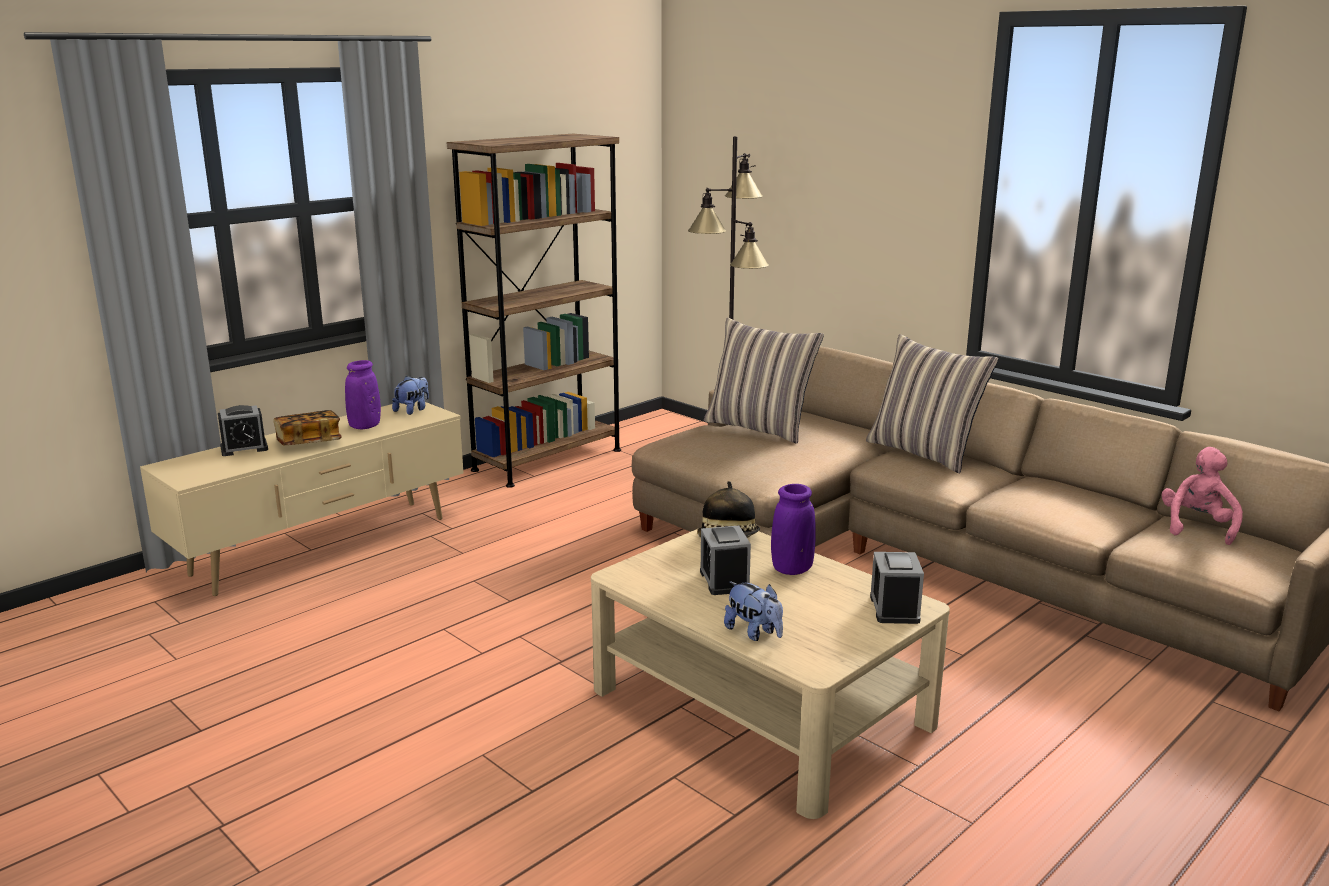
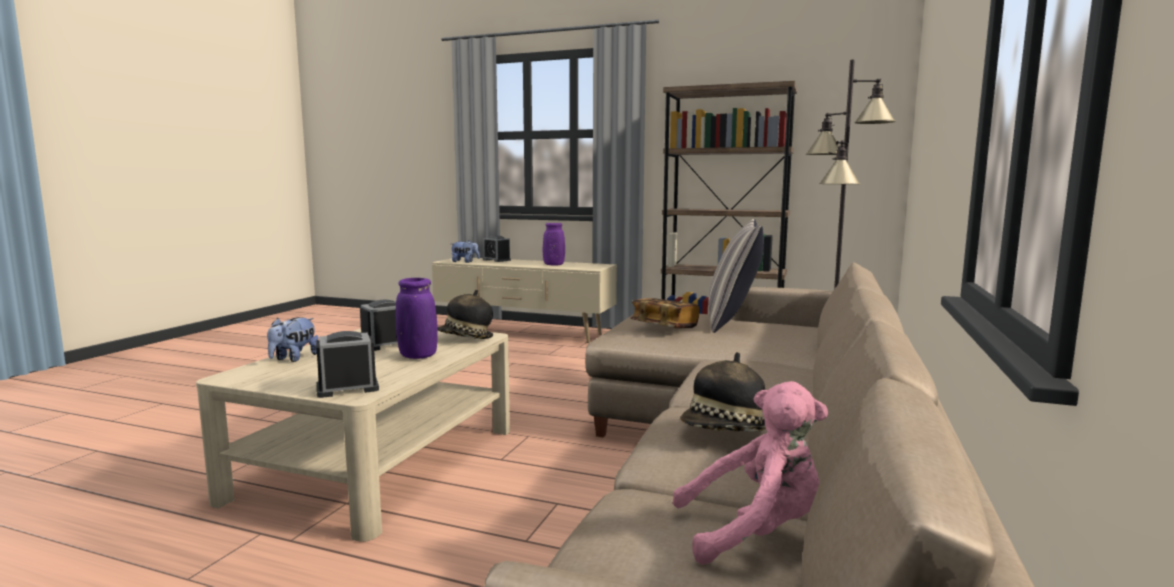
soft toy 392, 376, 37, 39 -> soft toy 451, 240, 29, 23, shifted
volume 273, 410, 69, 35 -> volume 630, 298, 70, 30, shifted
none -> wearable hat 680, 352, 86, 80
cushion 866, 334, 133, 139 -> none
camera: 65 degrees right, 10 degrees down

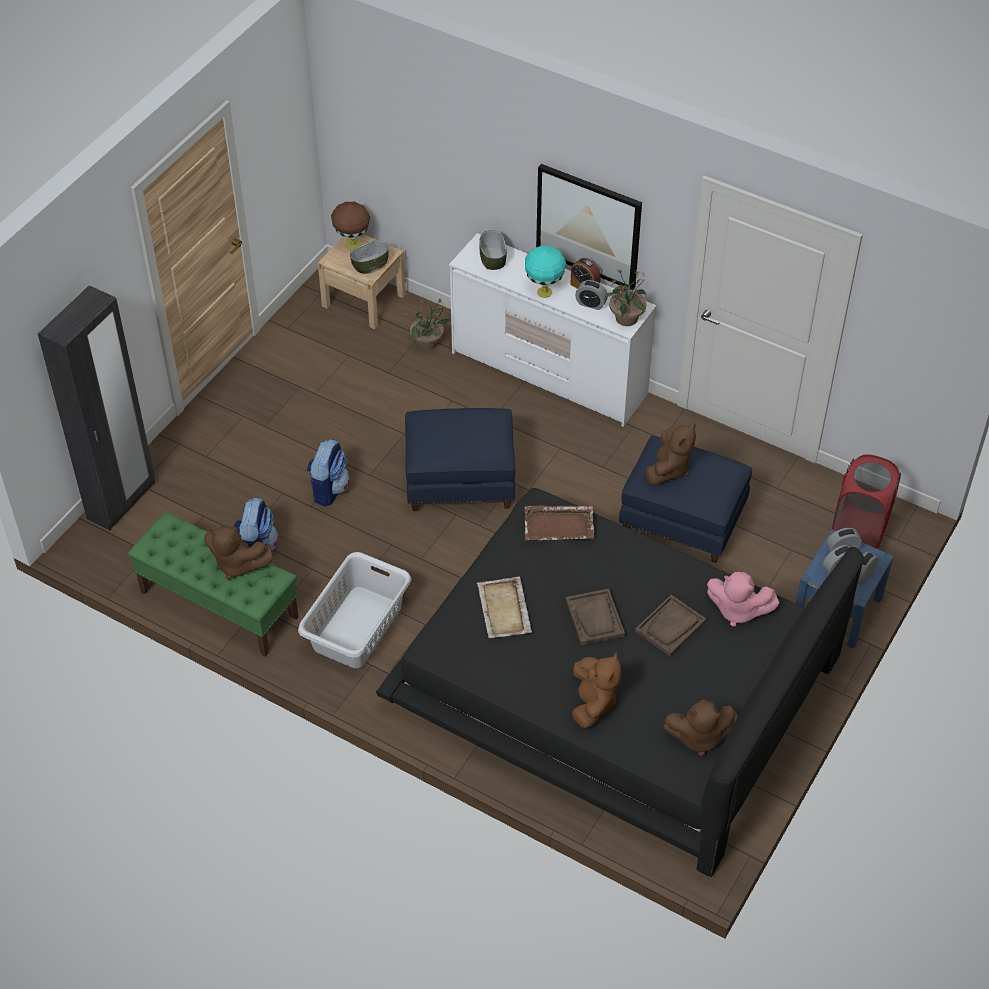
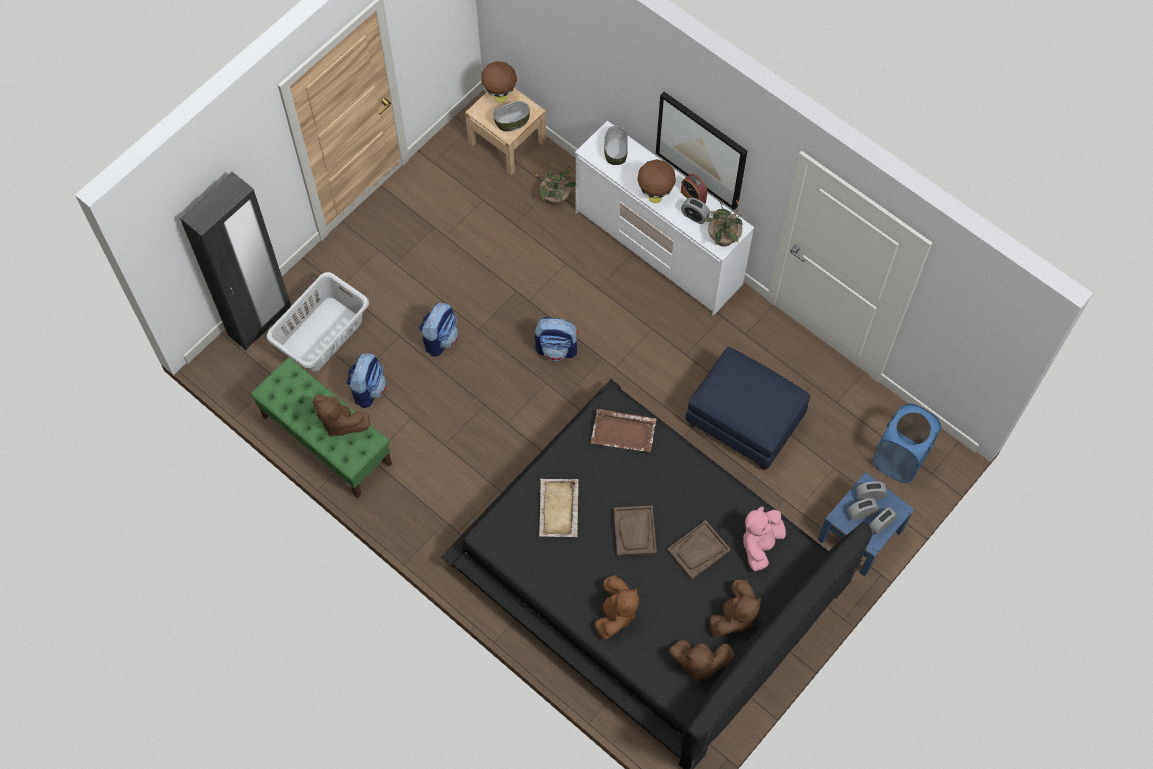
grey laundry basket 298, 552, 113, 116 -> grey laundry basket 266, 272, 103, 100, shifted
blue pouffe 405, 408, 110, 103 -> knapsack 535, 317, 44, 44
blue-green lamp for a table 525, 245, 41, 53 -> brown-coloured lamp for a table 637, 159, 39, 44
brown-coloured soft toy 645, 424, 51, 61 -> brown-coloured soft toy 710, 580, 51, 57, shifted
pink soft toy 707, 572, 73, 54 -> pink soft toy 743, 506, 43, 65, 90 degrees clockwise
red laundry basket 832, 454, 69, 95 -> blue laundry basket 873, 403, 69, 80
camera: 10 degrees right, 15 degrees up

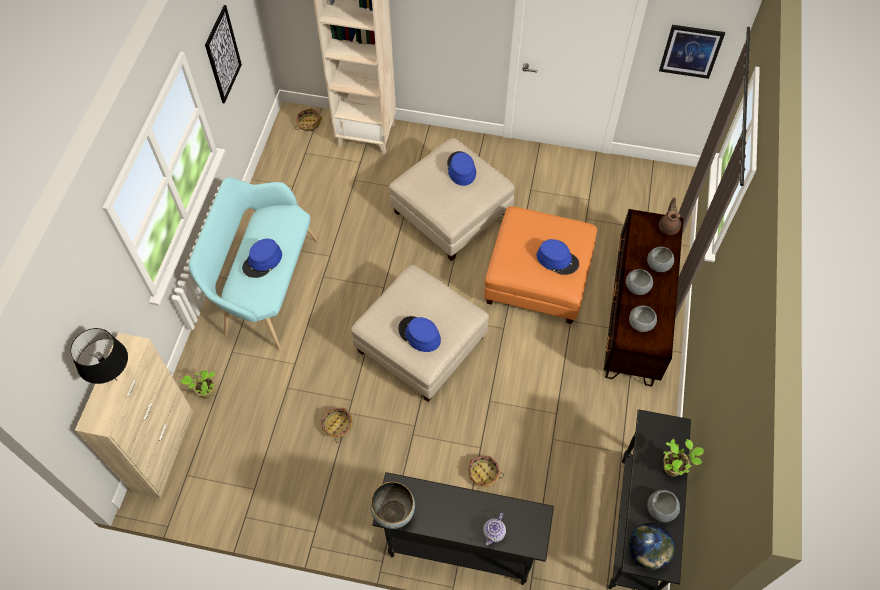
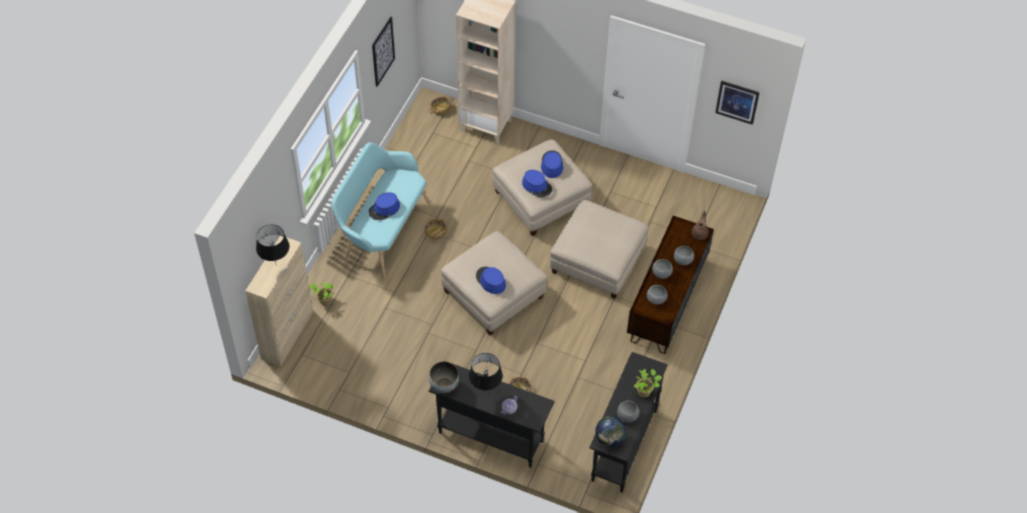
storage basket 321, 408, 32, 35 -> storage basket 424, 219, 23, 23, shifted
none -> black lamp for a table 469, 353, 34, 37
blue wearable hat 537, 239, 42, 36 -> blue wearable hat 522, 170, 30, 27, shifted
orangey pouffe 484, 206, 113, 118 -> beige pouffe 550, 200, 98, 99
camera: 10 degrees right, 5 degrees down

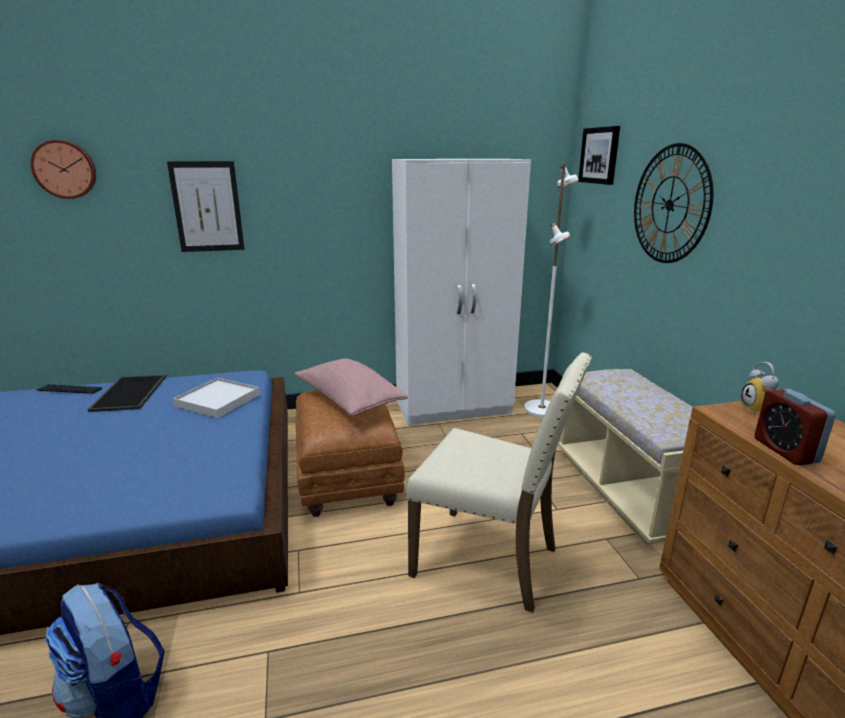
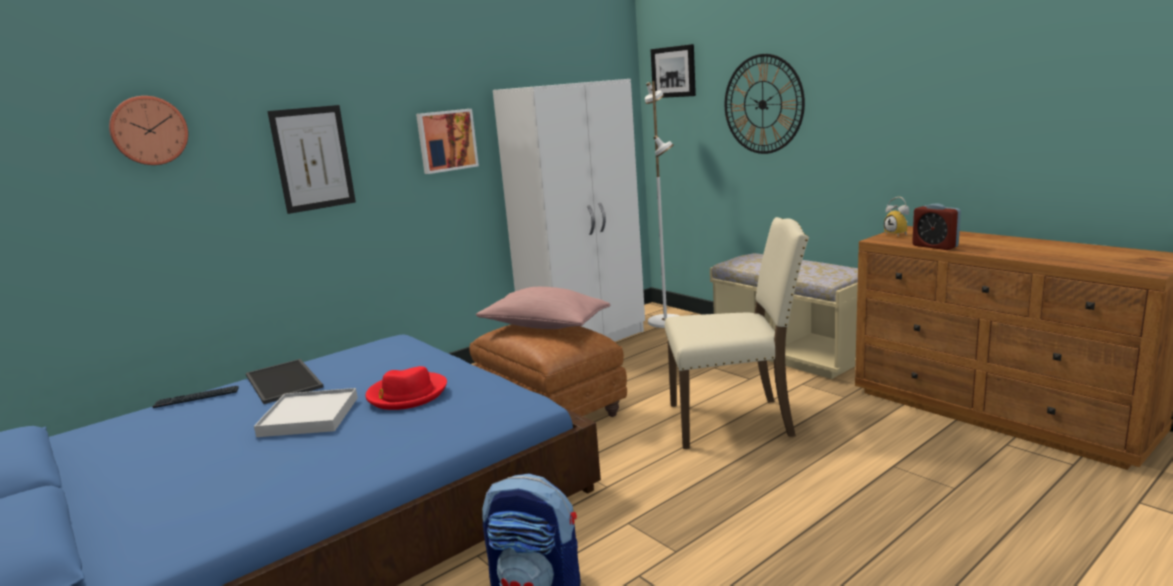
white carrying tray 173, 378, 87, 40 -> white carrying tray 254, 388, 104, 49, shifted
none -> red wearable hat 365, 366, 82, 44
none -> picture 416, 109, 63, 65
camera: 25 degrees left, 5 degrees down

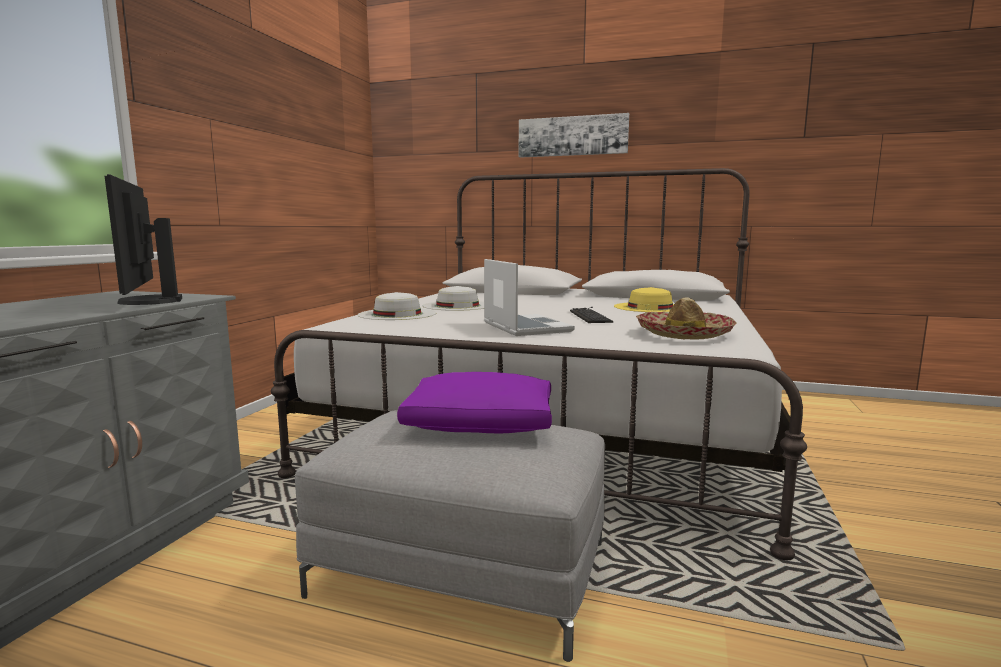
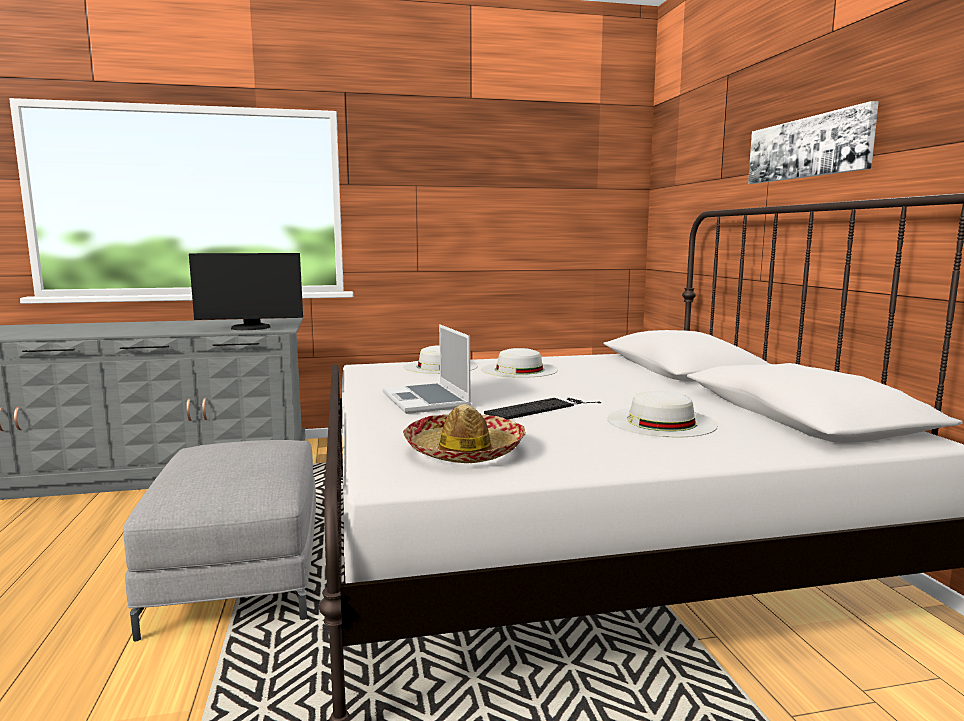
computer screen 105, 174, 77, 131 -> computer screen 189, 253, 114, 77, 135 degrees counterclockwise
portable computer 484, 259, 91, 77 -> portable computer 383, 324, 88, 90, 120 degrees clockwise
yellow-coloured wearable hat 614, 287, 60, 25 -> white wearable hat 607, 391, 111, 46
purplish cushion 397, 372, 155, 61 -> none
camera: 60 degrees right, 0 degrees up

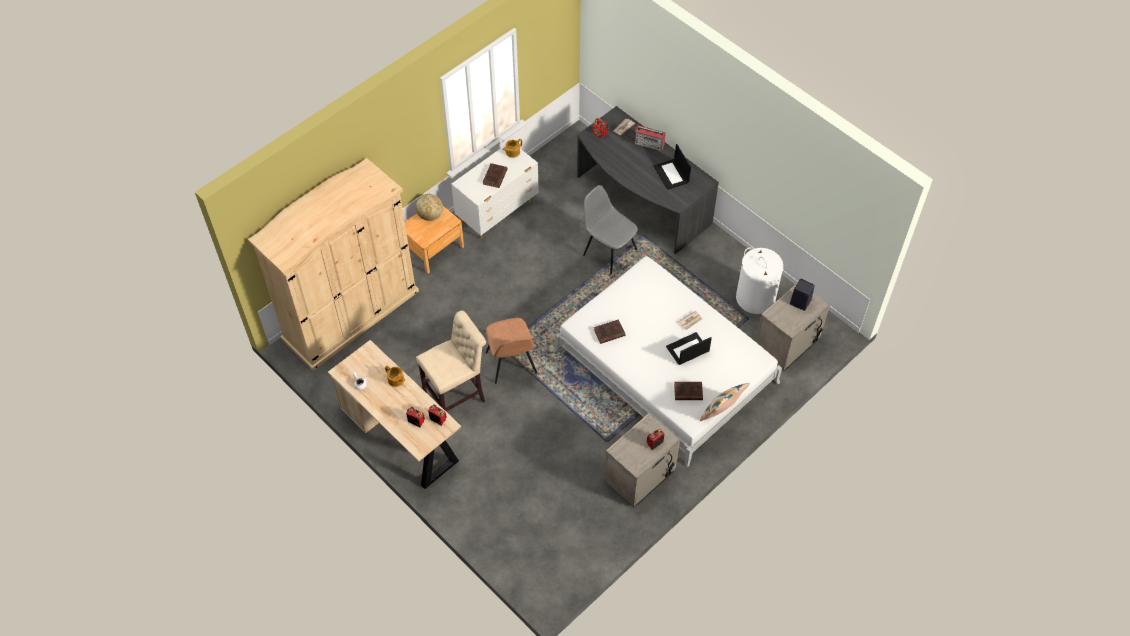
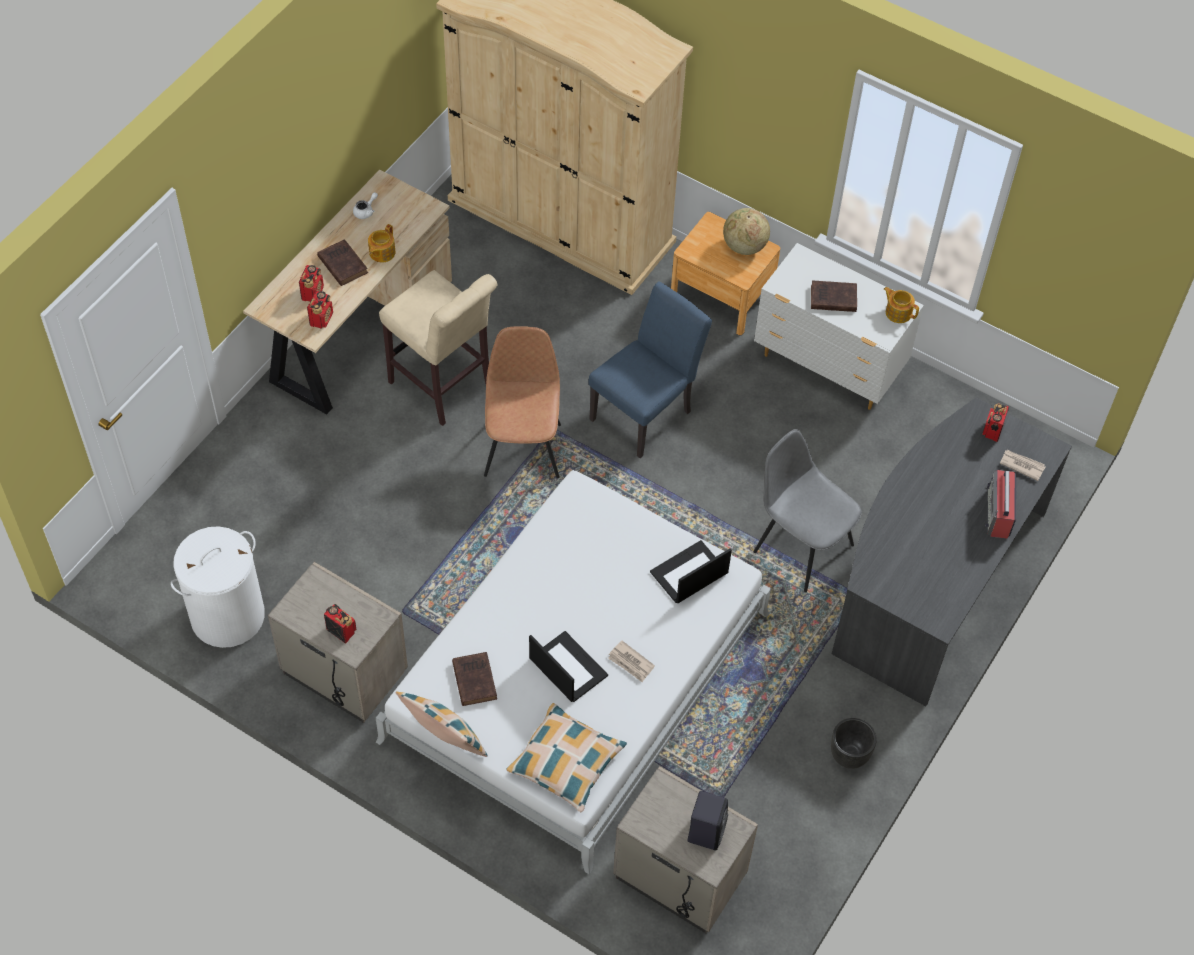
white laundry basket 736, 247, 47, 67 -> white laundry basket 171, 526, 94, 122, shifted
brown-coloured volume 594, 319, 32, 25 -> brown-coloured volume 317, 239, 51, 47, shifted
brown-coloured chair 486, 318, 51, 66 -> brown-coloured chair 484, 326, 77, 152, 120 degrees clockwise
none -> cushion 506, 703, 121, 110
none -> blue chair 588, 281, 124, 177
portable computer 654, 144, 37, 46 -> portable computer 650, 540, 82, 63, shifted
grey chair 583, 185, 55, 89 -> grey chair 753, 429, 109, 163, 75 degrees counterclockwise
none -> black flower pot 831, 718, 46, 51
camera: 75 degrees right, 0 degrees up

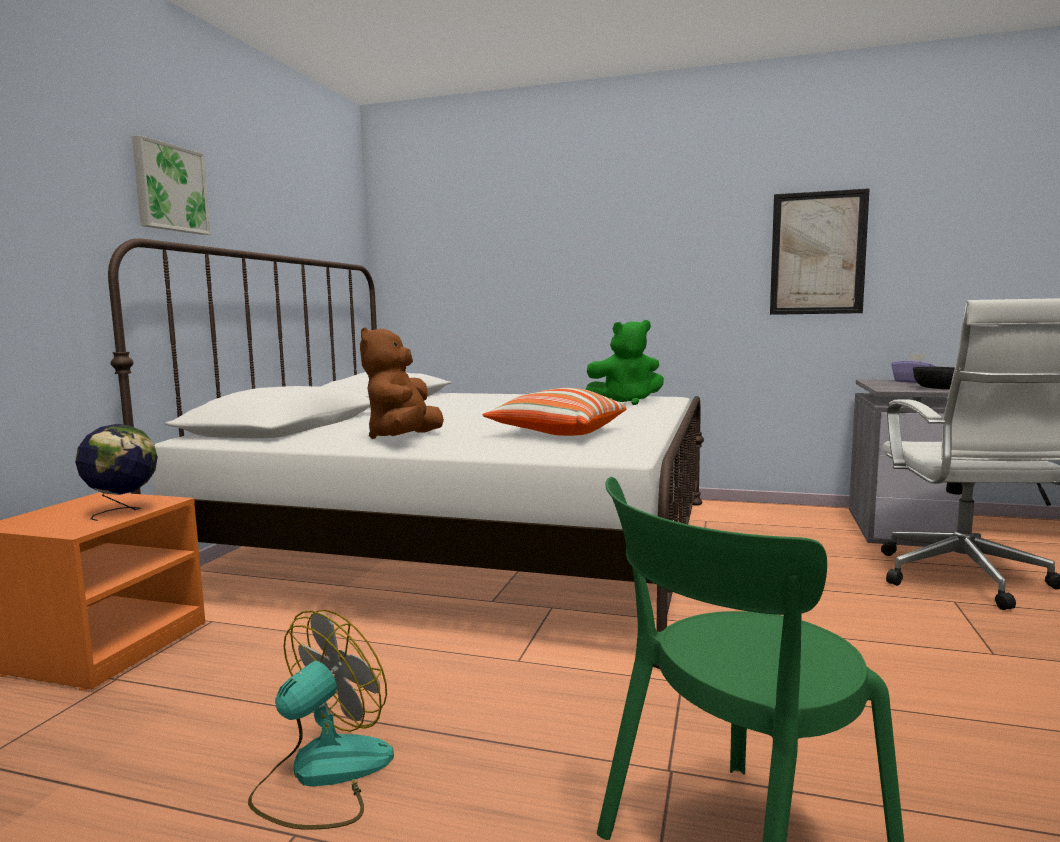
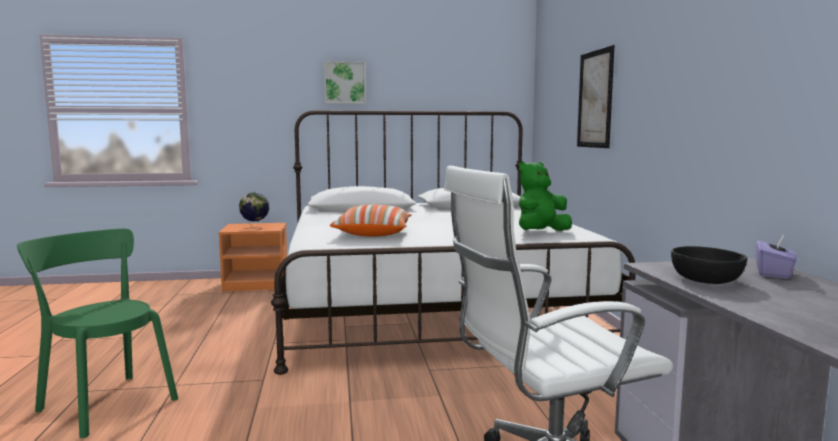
green-coloured soft toy 586, 320, 78, 85 -> green-coloured soft toy 519, 161, 53, 70, 90 degrees clockwise
picture 770, 188, 100, 127 -> picture 577, 45, 37, 103, shifted
electric fan 248, 610, 146, 220 -> none
brown-coloured soft toy 360, 327, 84, 112 -> none
camera: 65 degrees right, 0 degrees up

